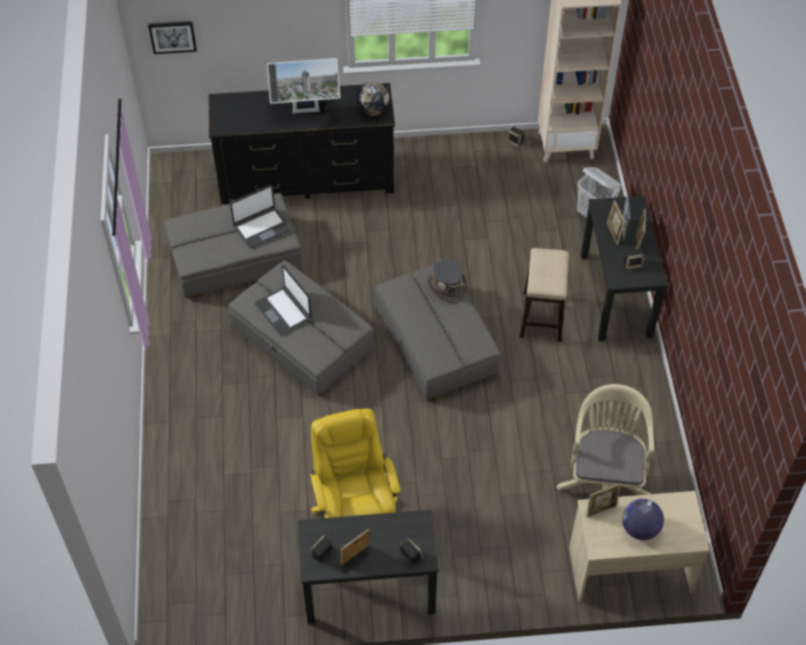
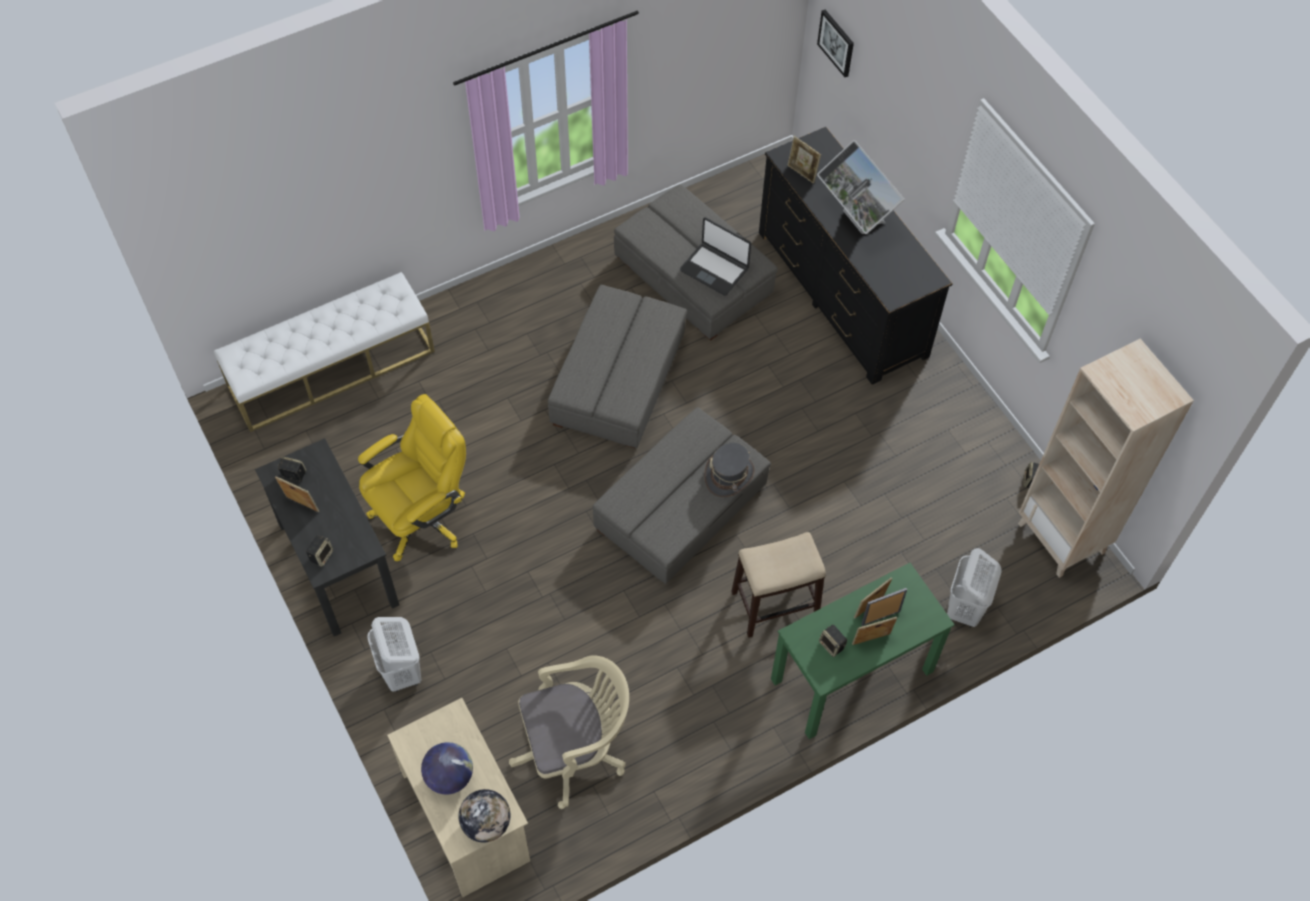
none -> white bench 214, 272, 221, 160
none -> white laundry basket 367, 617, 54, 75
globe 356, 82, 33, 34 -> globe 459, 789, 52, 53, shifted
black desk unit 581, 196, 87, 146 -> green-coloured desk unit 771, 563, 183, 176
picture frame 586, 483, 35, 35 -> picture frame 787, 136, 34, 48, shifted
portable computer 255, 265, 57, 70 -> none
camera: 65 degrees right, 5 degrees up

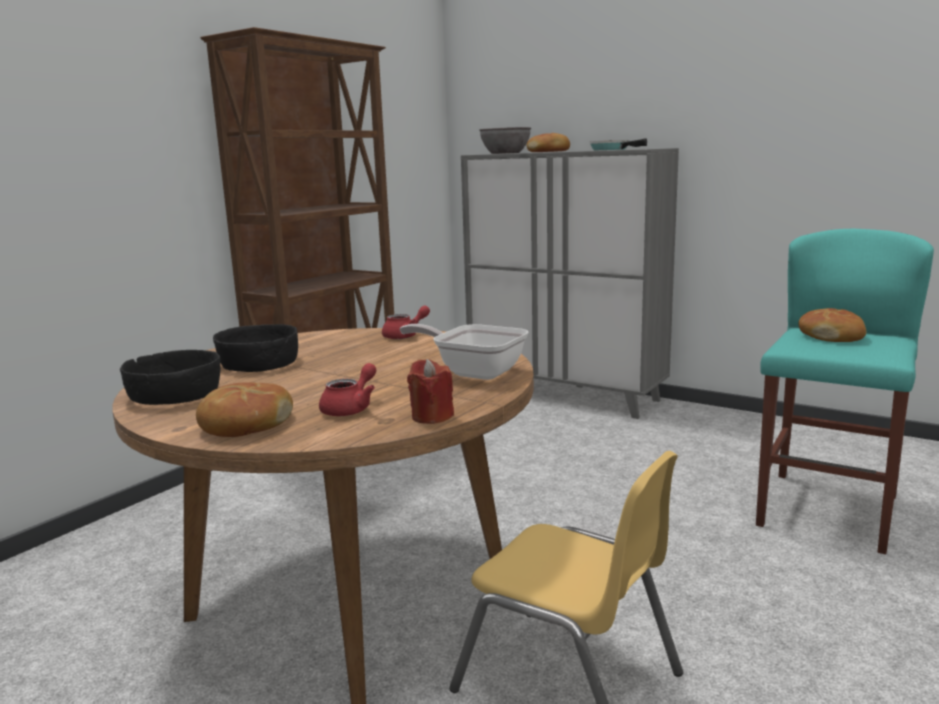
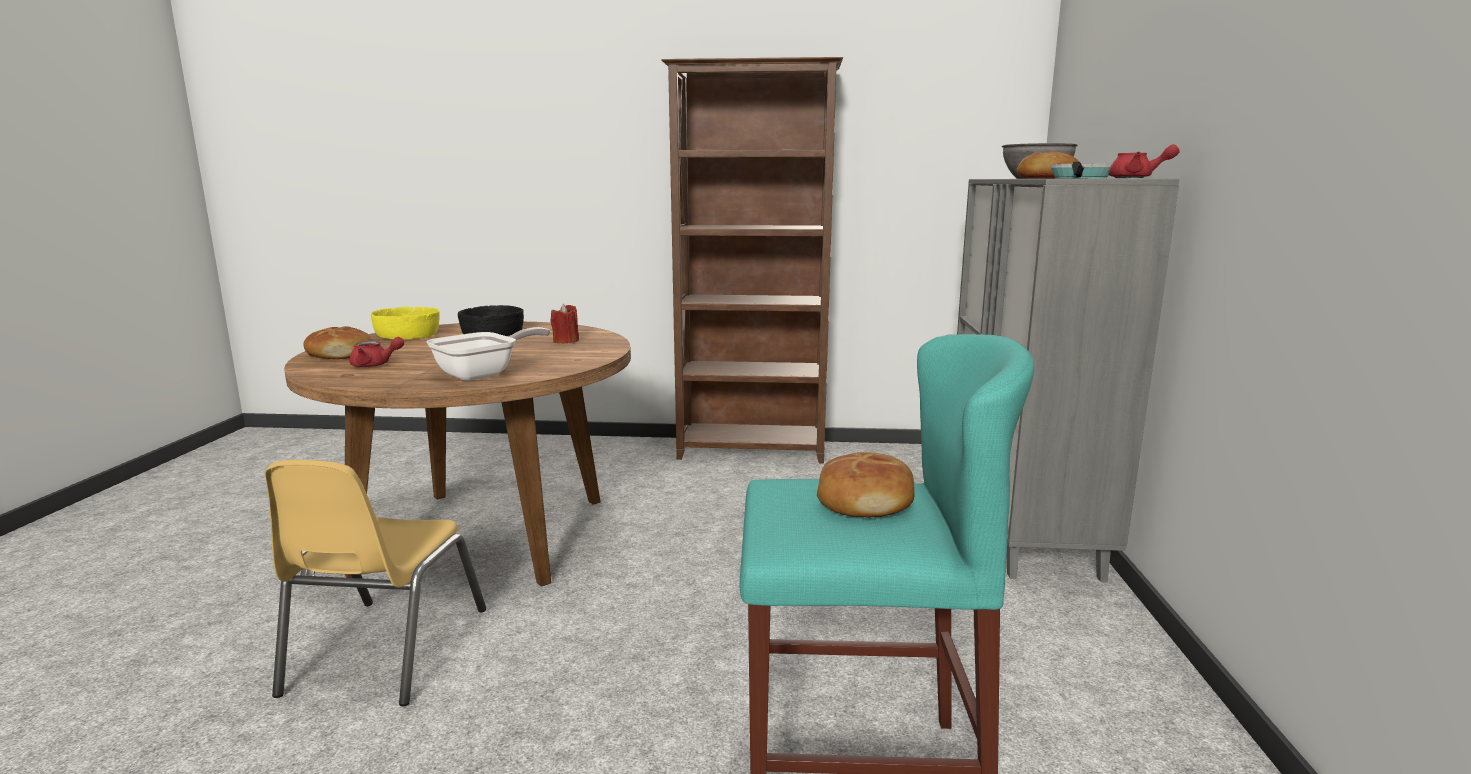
black deep dish 120, 350, 100, 55 -> yellow-coloured deep dish 371, 307, 68, 32
pan 400, 324, 129, 56 -> pan 426, 327, 124, 54, 45 degrees clockwise
red candle 407, 359, 47, 65 -> red candle 550, 304, 29, 39, shifted
red pot for tea 382, 306, 48, 33 -> red pot for tea 1108, 144, 72, 34, shifted
camera: 60 degrees right, 0 degrees up

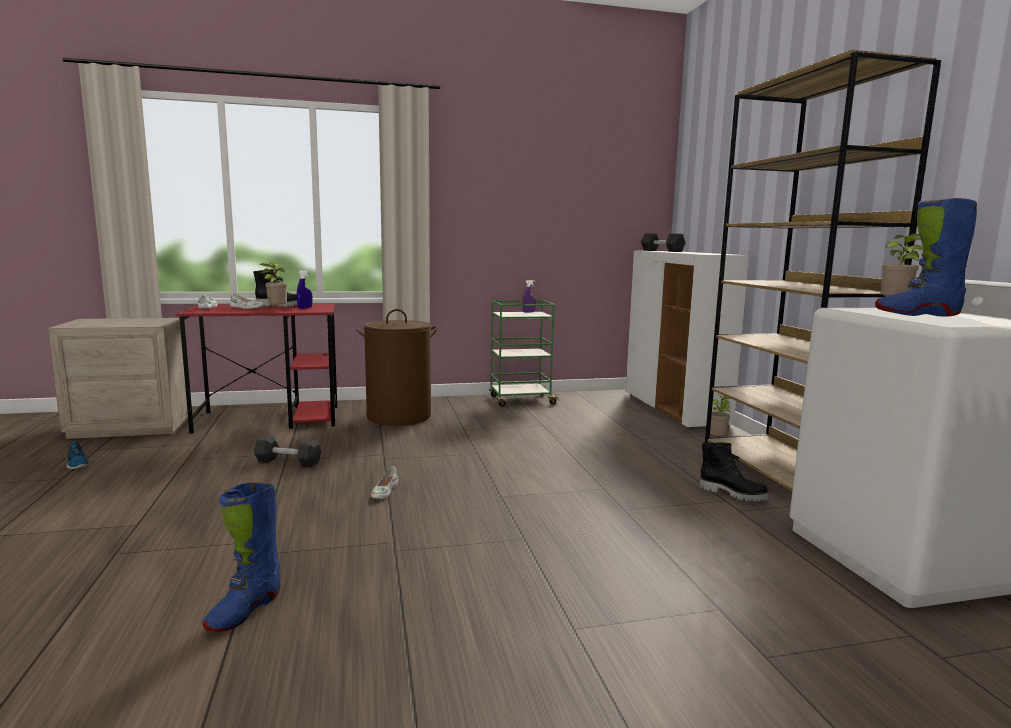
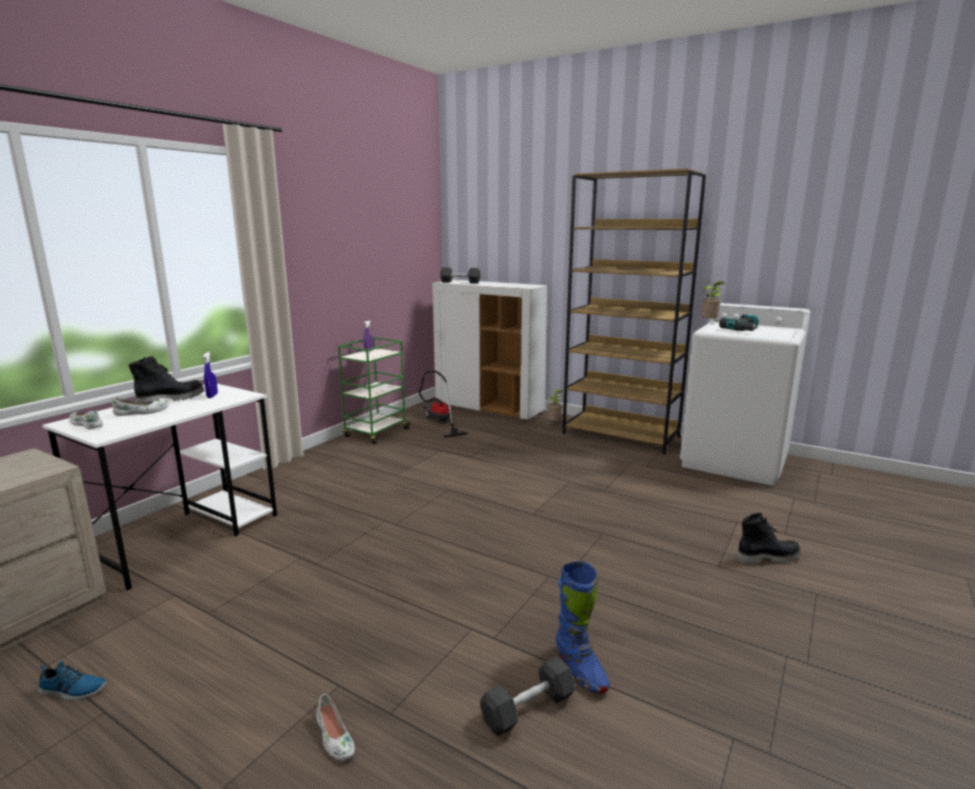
red desk unit 176, 304, 162, 130 -> white desk unit 42, 384, 235, 206
white item of footwear 371, 466, 27, 33 -> white item of footwear 316, 694, 39, 66, shifted
none -> vacuum cleaner 419, 370, 49, 68
black free weight 254, 435, 67, 32 -> black free weight 480, 656, 96, 81, shifted
blue tall boot 875, 198, 102, 119 -> power drill 719, 314, 39, 17
black tall boot 699, 442, 70, 60 -> black tall boot 737, 512, 64, 53, shifted
houseplant 260, 262, 27, 44 -> none
brown-coloured laundry basket 356, 309, 81, 117 -> none
camera: 45 degrees left, 5 degrees up

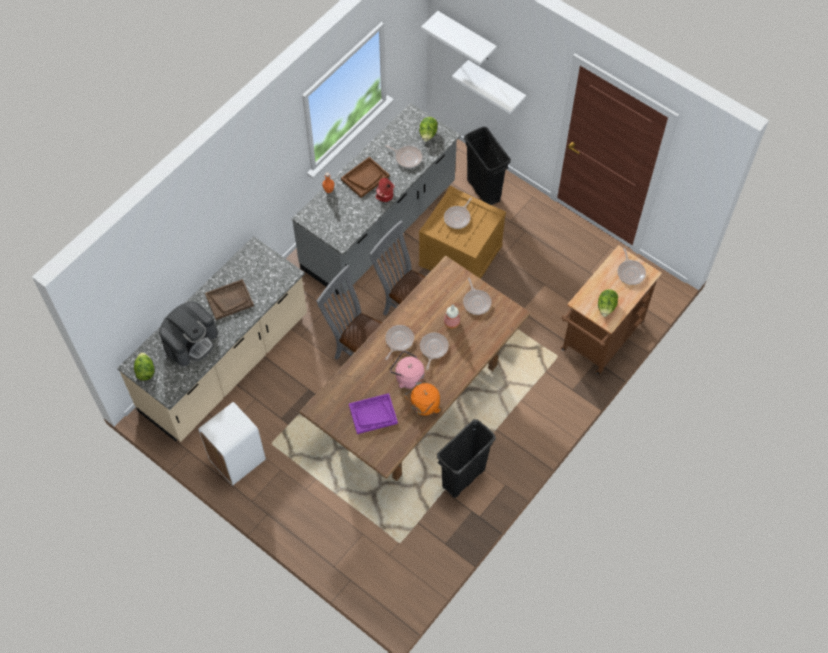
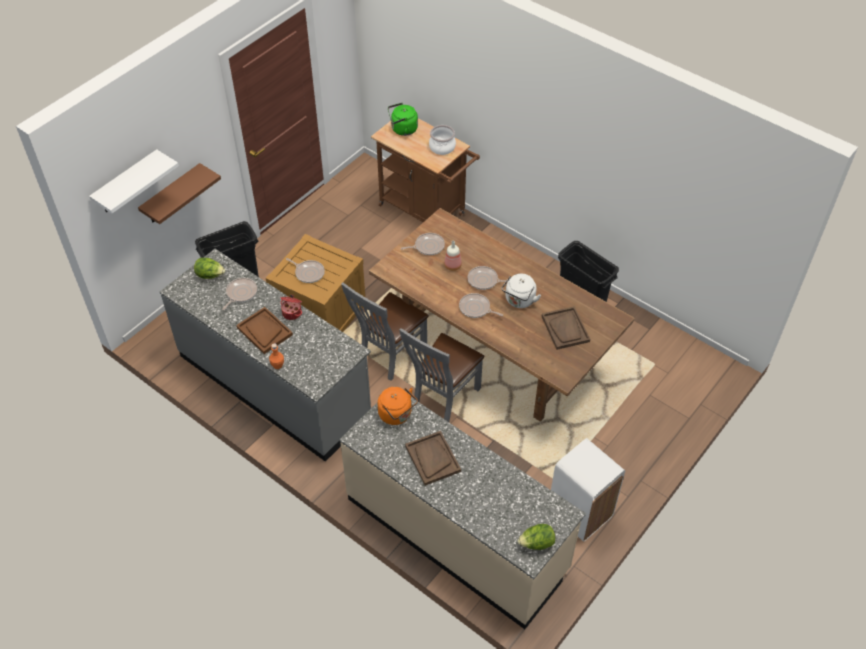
white bracket shelf 452, 60, 74, 54 -> brown-coloured bracket shelf 138, 163, 83, 61
orangey kettle 405, 383, 36, 32 -> orangey kettle 378, 387, 40, 38, shifted
pan 618, 248, 28, 37 -> green-coloured kettle 388, 103, 30, 33
lettuce 598, 289, 20, 28 -> saucepot 429, 125, 27, 30
pink kettle 390, 351, 34, 38 -> white kettle 502, 274, 39, 34
purplish carrying tray 349, 393, 49, 41 -> brown-coloured carrying tray 542, 306, 48, 44
coffee brewer 159, 301, 59, 65 -> none
camera: 90 degrees left, 10 degrees down

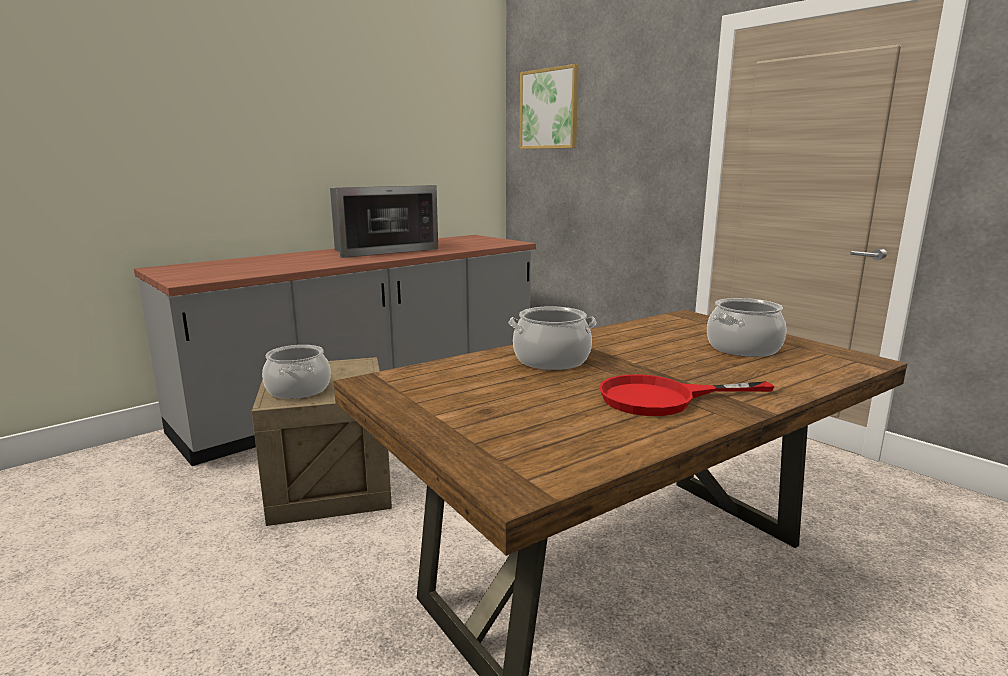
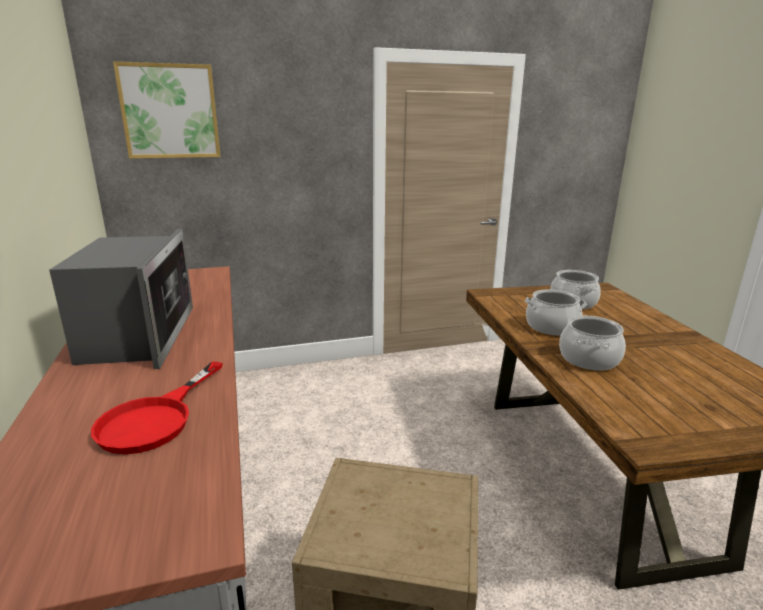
red pan 599, 375, 176, 41 -> red pan 91, 361, 132, 93, shifted
saucepot 262, 345, 69, 54 -> saucepot 525, 289, 62, 47, shifted
camera: 65 degrees left, 5 degrees up

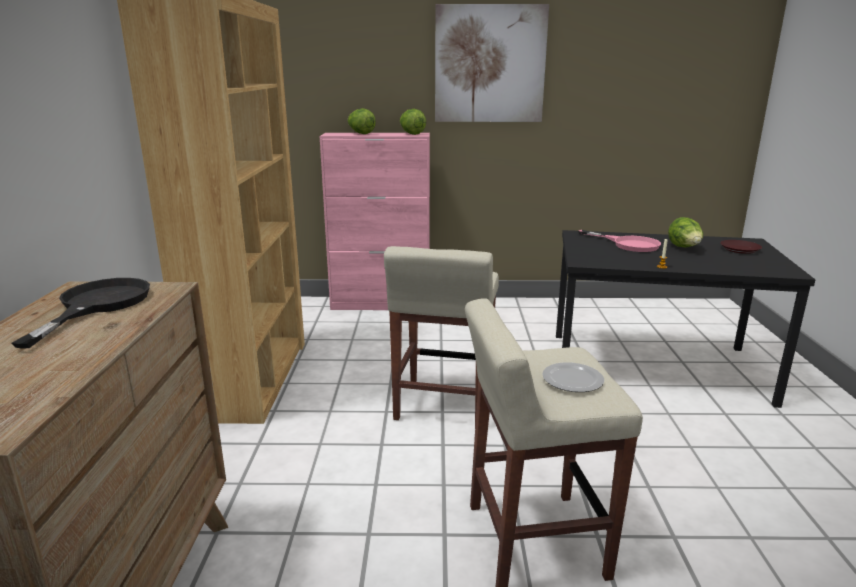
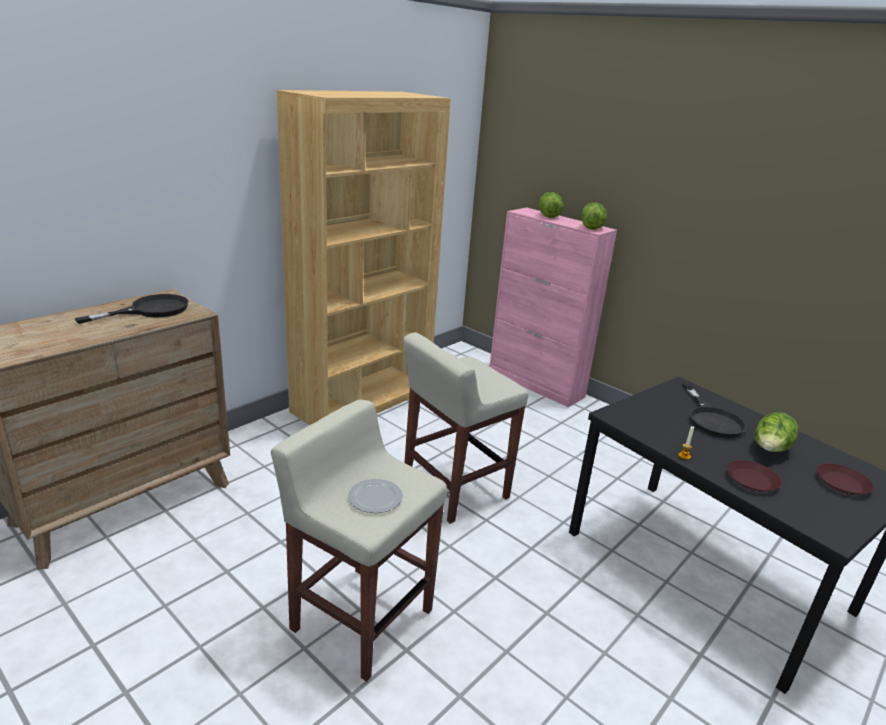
pink pan 578, 230, 83, 22 -> black pan 682, 383, 64, 55
none -> brown-coloured dinner plate 726, 460, 55, 32
picture 435, 4, 114, 118 -> none
camera: 40 degrees right, 5 degrees up

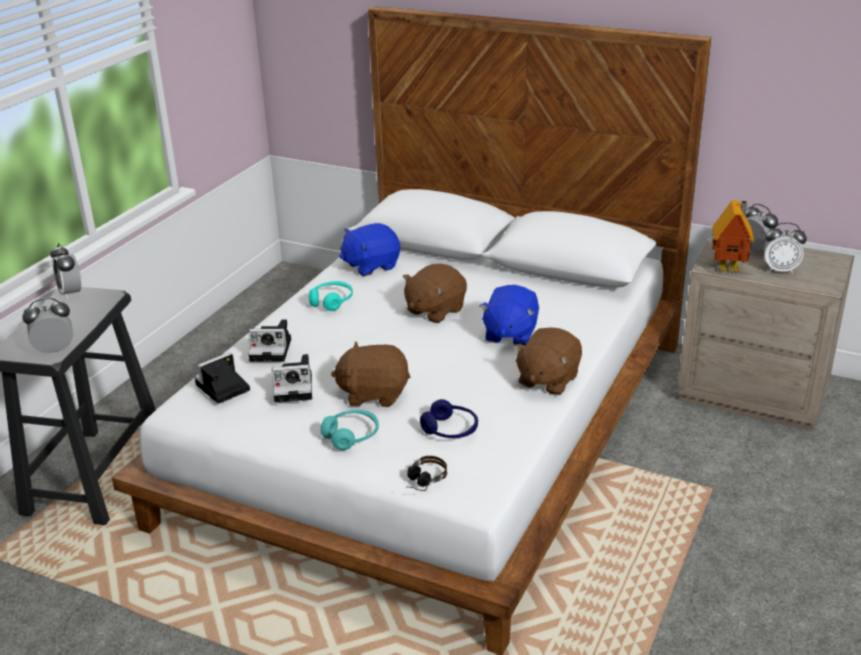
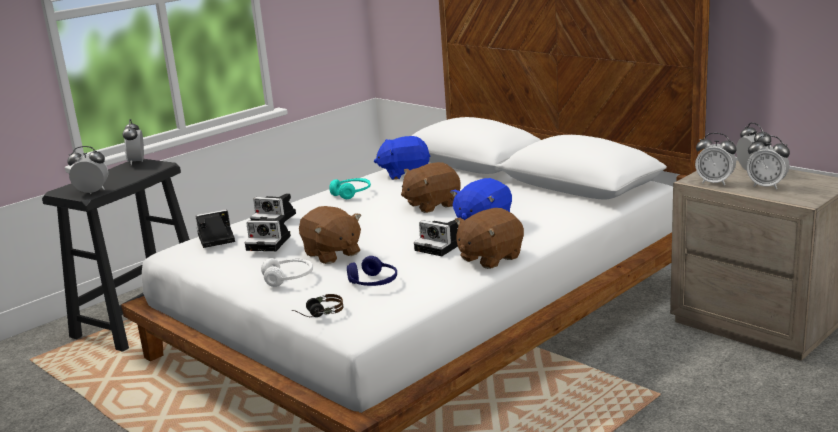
blue-green headphones 320, 410, 59, 40 -> white headphones 261, 258, 52, 29
brown-coloured soft toy 331, 341, 79, 66 -> brown-coloured soft toy 299, 206, 62, 58, 150 degrees counterclockwise
none -> photo camera 414, 220, 44, 36
model house 712, 200, 42, 73 -> bedside clock 695, 133, 42, 53
camera: 20 degrees right, 10 degrees down

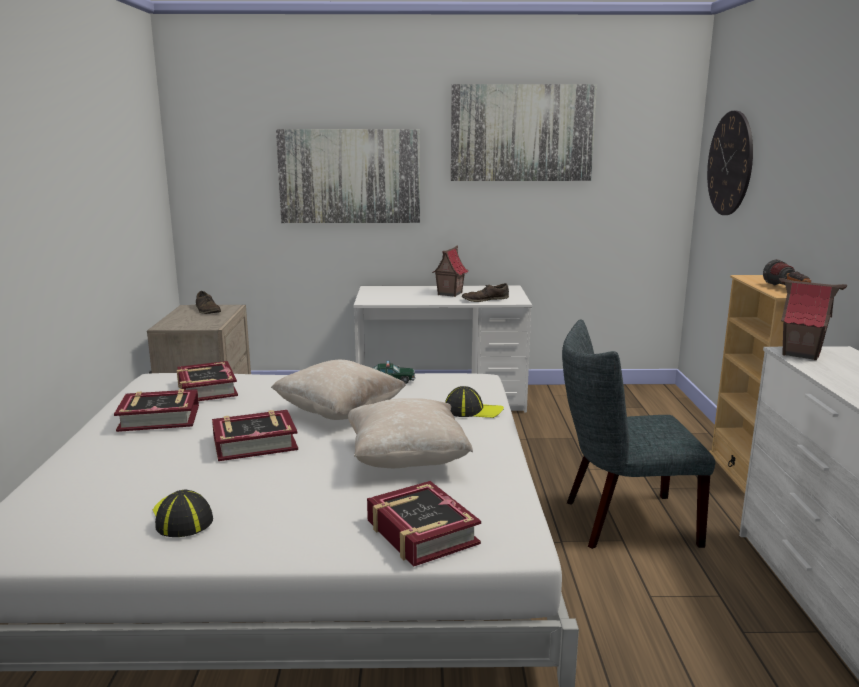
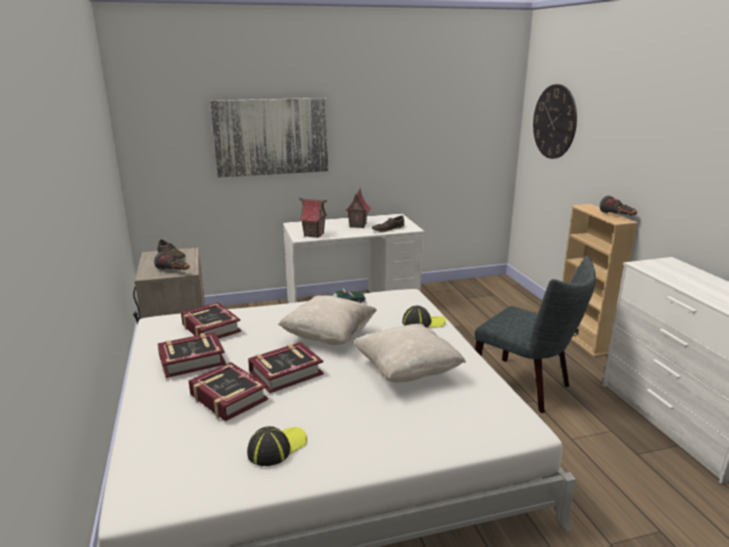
none -> torch 154, 252, 36, 18
volume 367, 481, 114, 86 -> volume 188, 362, 80, 59, shifted
peaked cap 153, 490, 60, 47 -> peaked cap 247, 426, 60, 40, 90 degrees clockwise
model house 779, 278, 68, 82 -> model house 299, 198, 28, 40, shifted
grey chair 562, 319, 153, 230 -> grey chair 475, 256, 121, 157, 120 degrees counterclockwise
picture 451, 84, 146, 97 -> none
camera: 15 degrees left, 5 degrees up

